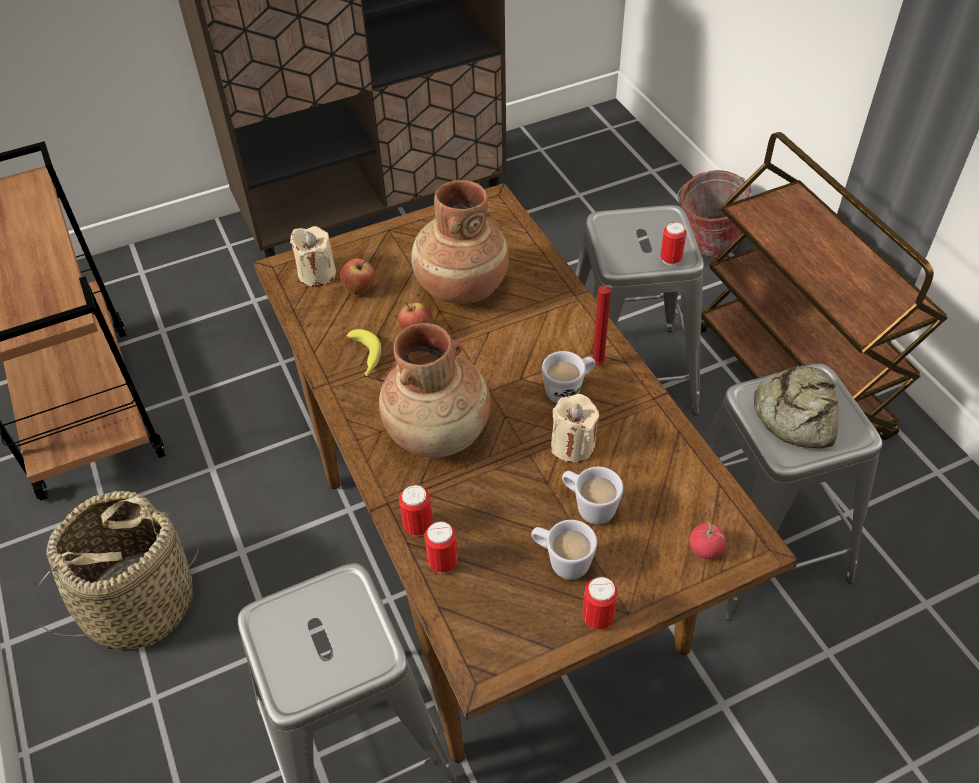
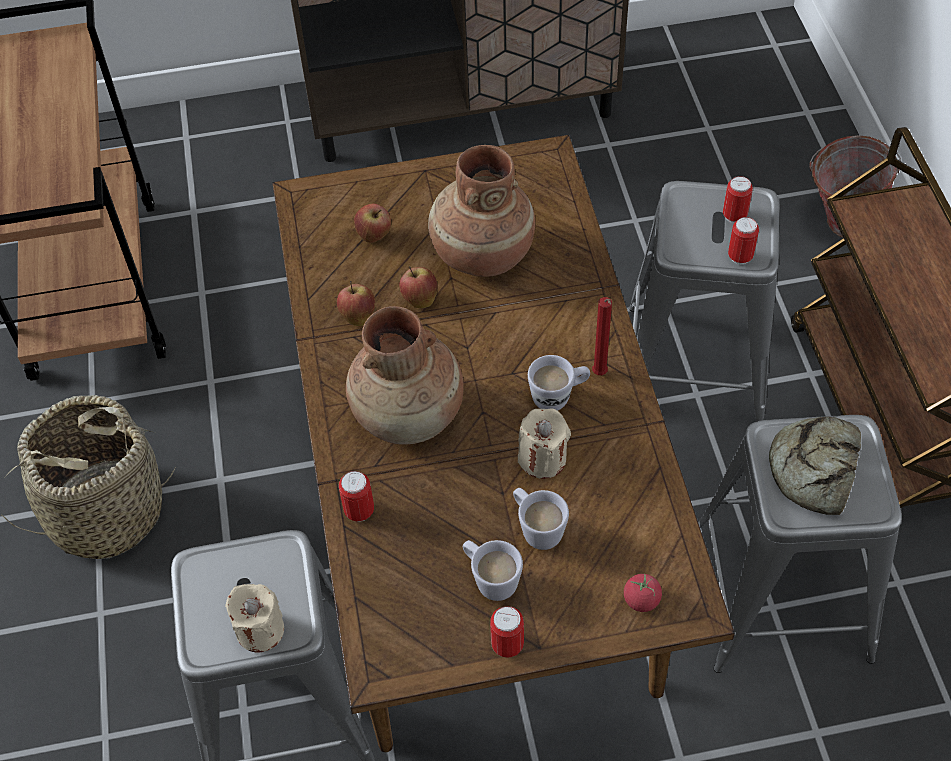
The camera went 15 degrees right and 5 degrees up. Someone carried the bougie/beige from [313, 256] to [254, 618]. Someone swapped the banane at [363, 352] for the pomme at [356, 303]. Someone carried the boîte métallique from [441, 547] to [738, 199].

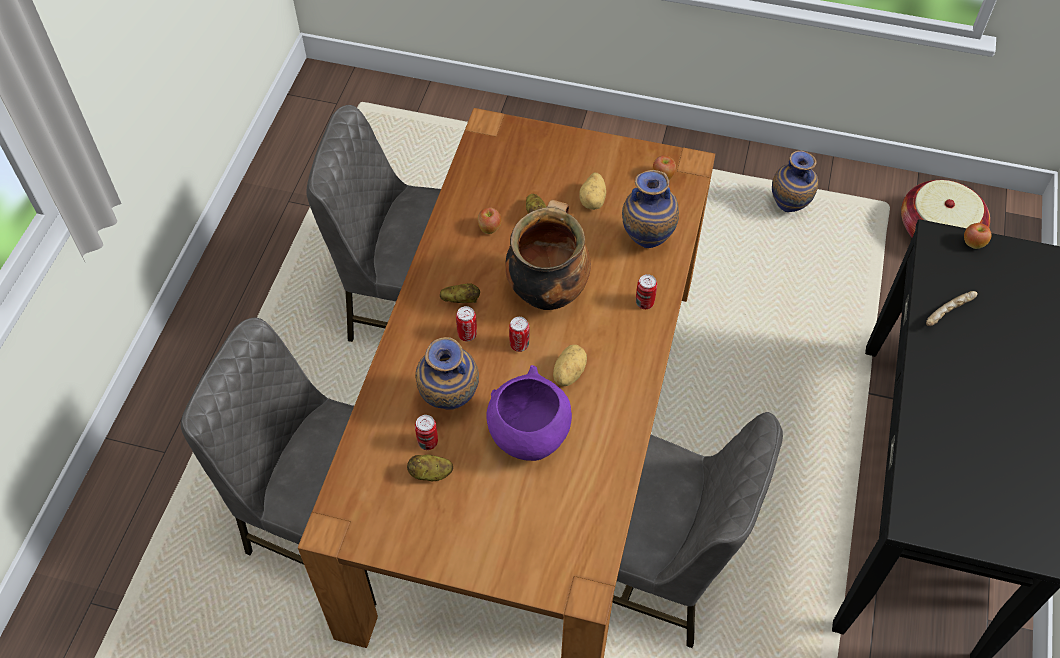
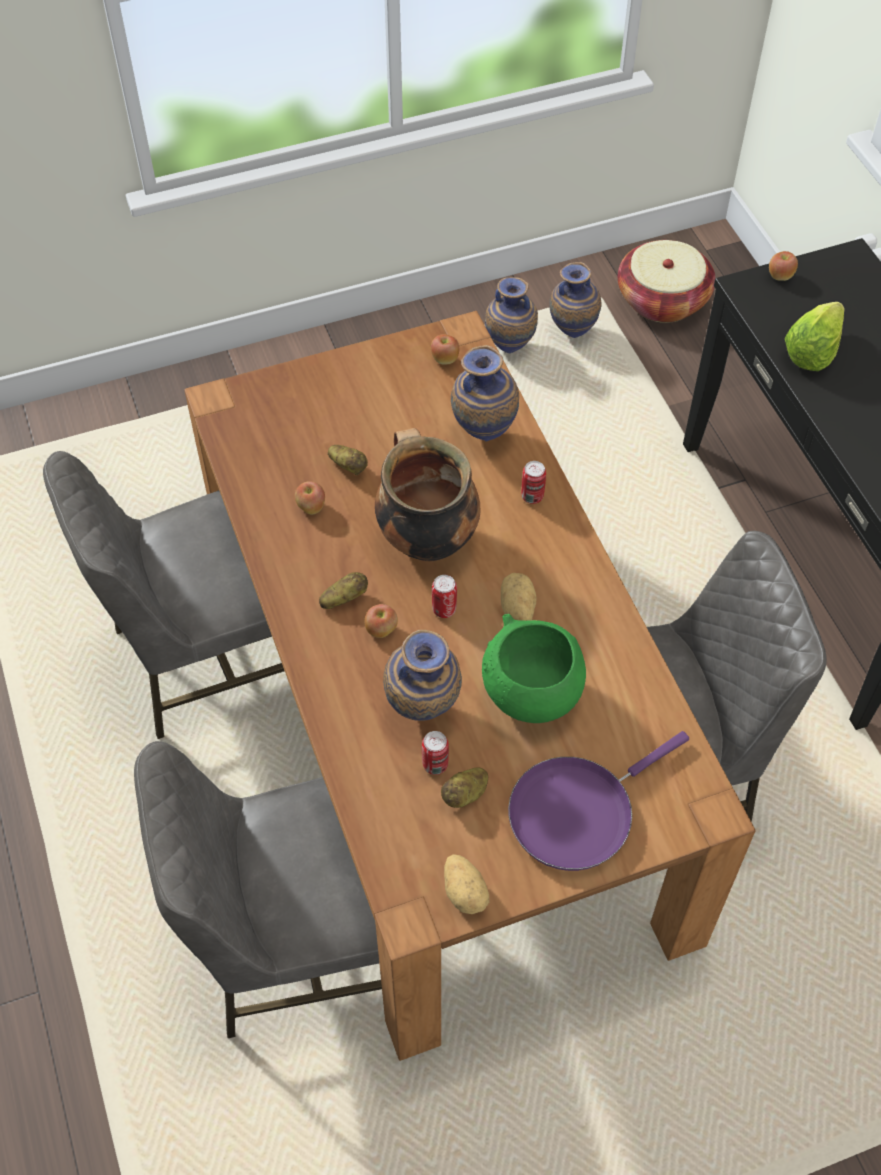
The camera went 35 degrees left and 0 degrees up. Someone carried the pomme de terre from [593, 191] to [466, 884]. Someone swapped the pain at [951, 308] for the laitue at [815, 336]. Someone swapped the boîte métallique at [466, 323] for the pomme at [381, 621]. Someone repainted the bol/violet at [529, 413], which became the bol/vert at [534, 668]. Someone put down the vase at [575, 300]. Someone put down the poêle/violet at [598, 801].

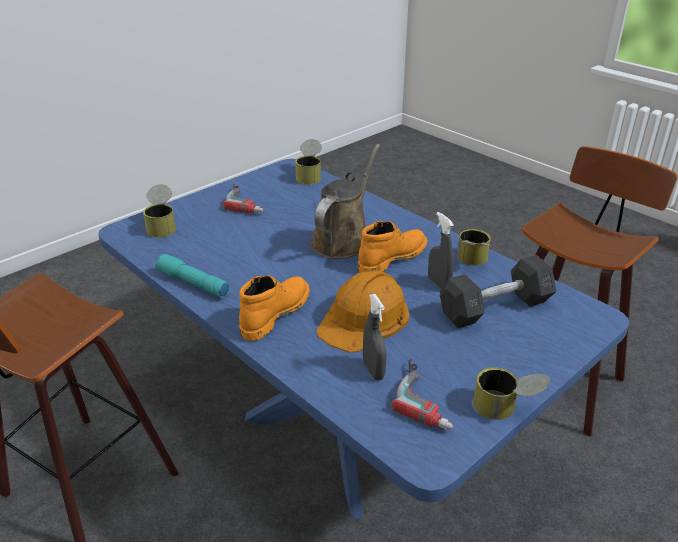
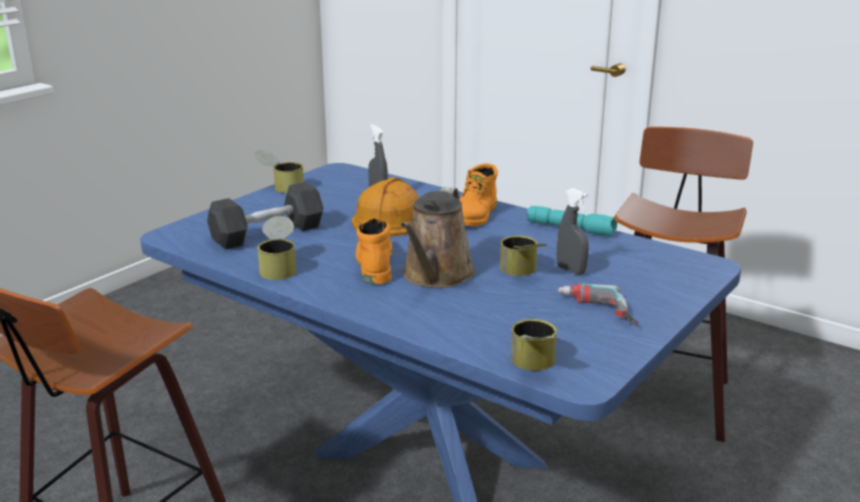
The camera went 170 degrees right and 10 degrees down. Someone carried the boîte métallique from [159, 211] to [523, 255]. Someone carried the vaporisateur/gris from [441, 250] to [573, 231]. Someone rotated the botte/orange at [392, 247] by 135 degrees clockwise. Someone took away the perceuse at [422, 394].

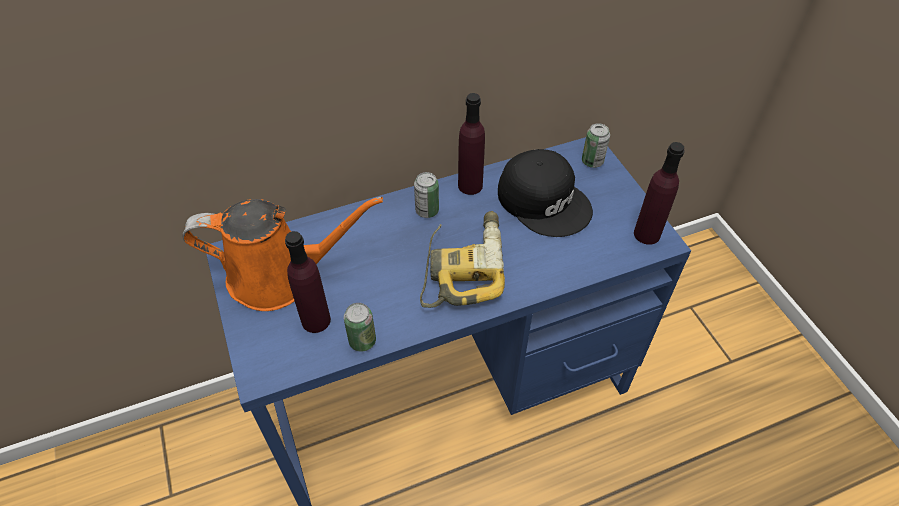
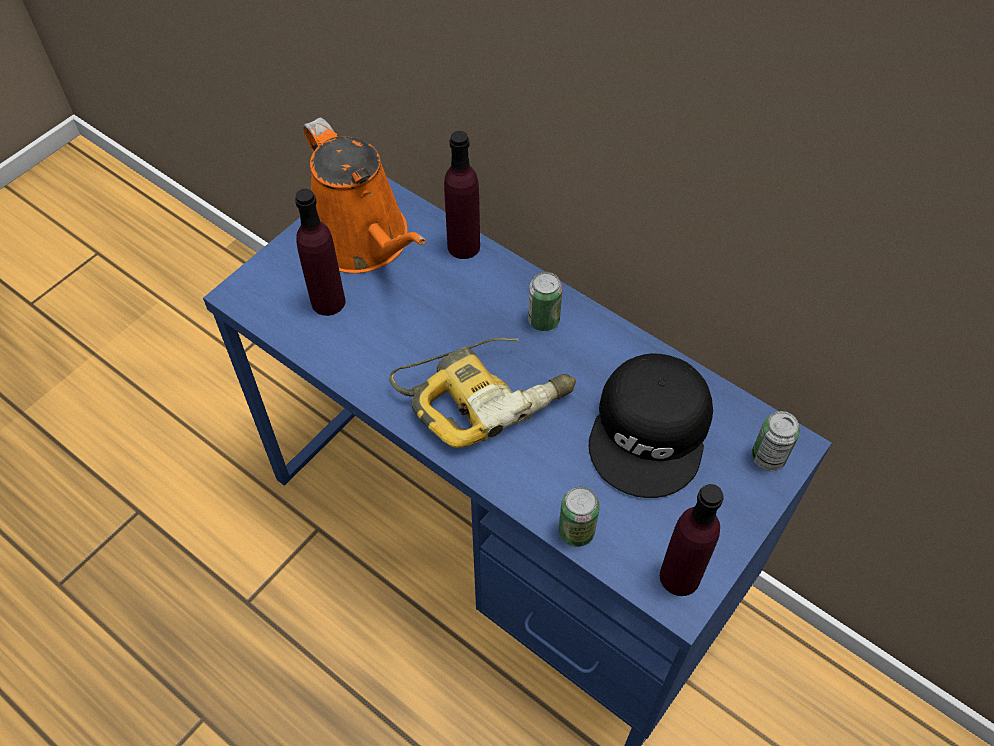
The camera went 60 degrees right and 5 degrees up. Someone carried the bouteille/violet from [471, 144] to [462, 195]. Someone carried the boîte métallique from [360, 327] to [579, 516].

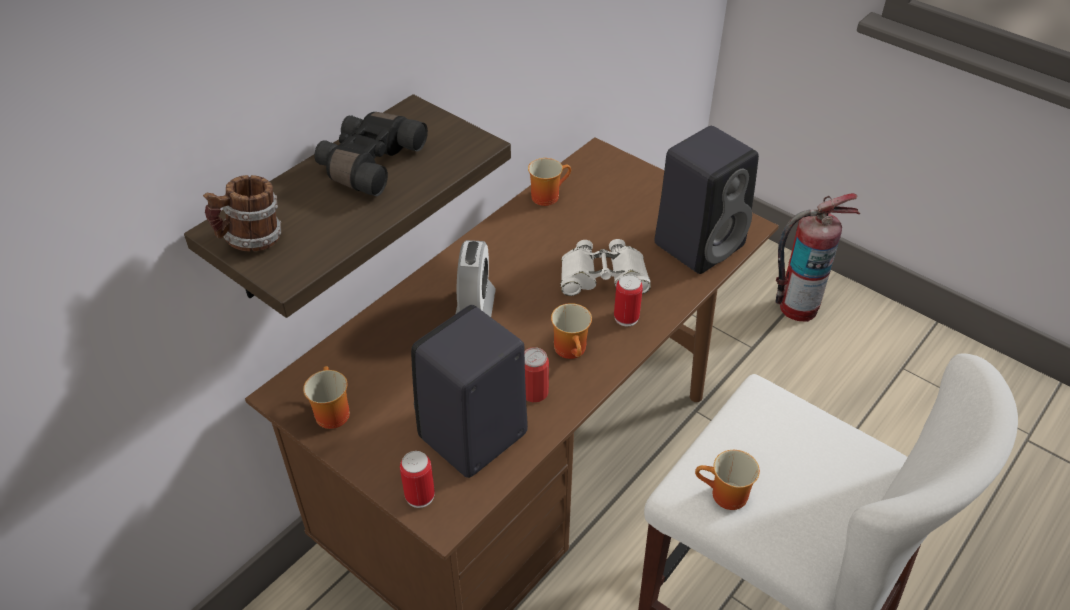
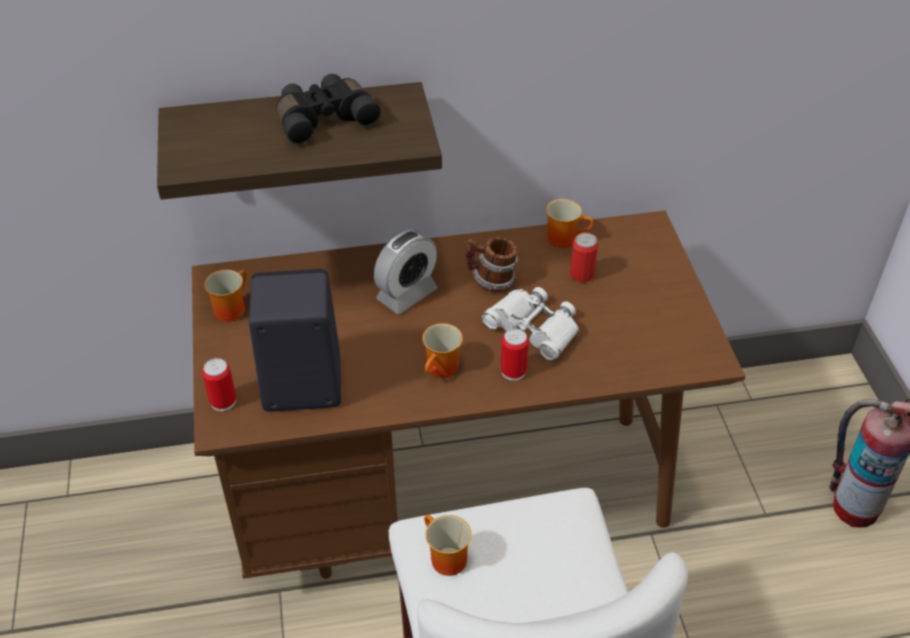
The camera went 40 degrees right and 0 degrees up. Someone took away the enceinte/noir at [707, 200]. Someone carried the mug from [242, 213] to [492, 264]. Someone carried the boîte métallique from [537, 374] to [584, 257].

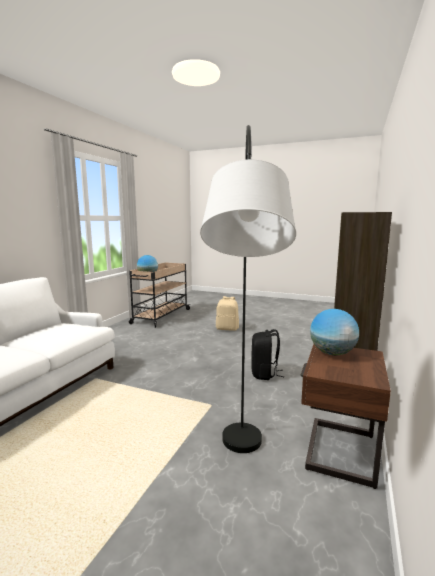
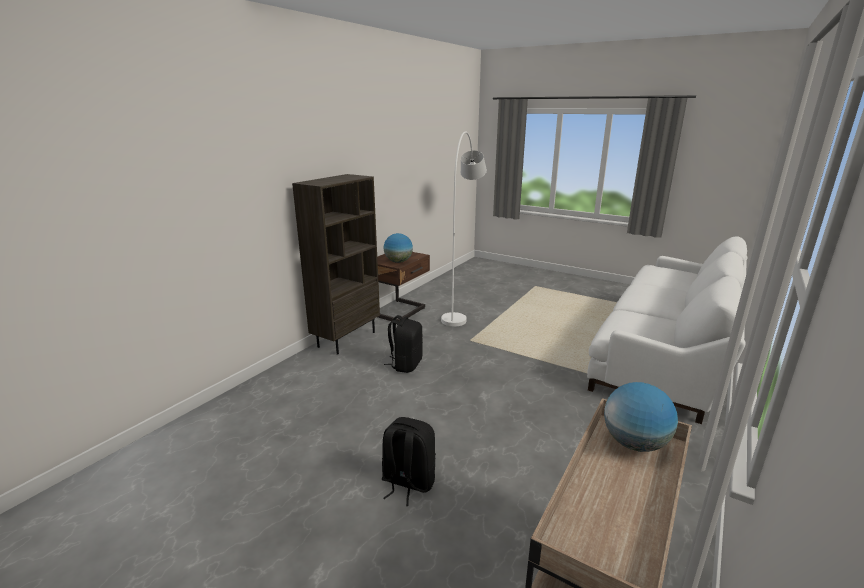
The camera went 170 degrees left and 10 degrees up. Someone repainted the lampadaire/noir at [248, 289], which became the lampadaire/blanc at [464, 229]. Someone repainted the sac à dos/beige at [227, 313], which became the sac à dos/noir at [409, 461].

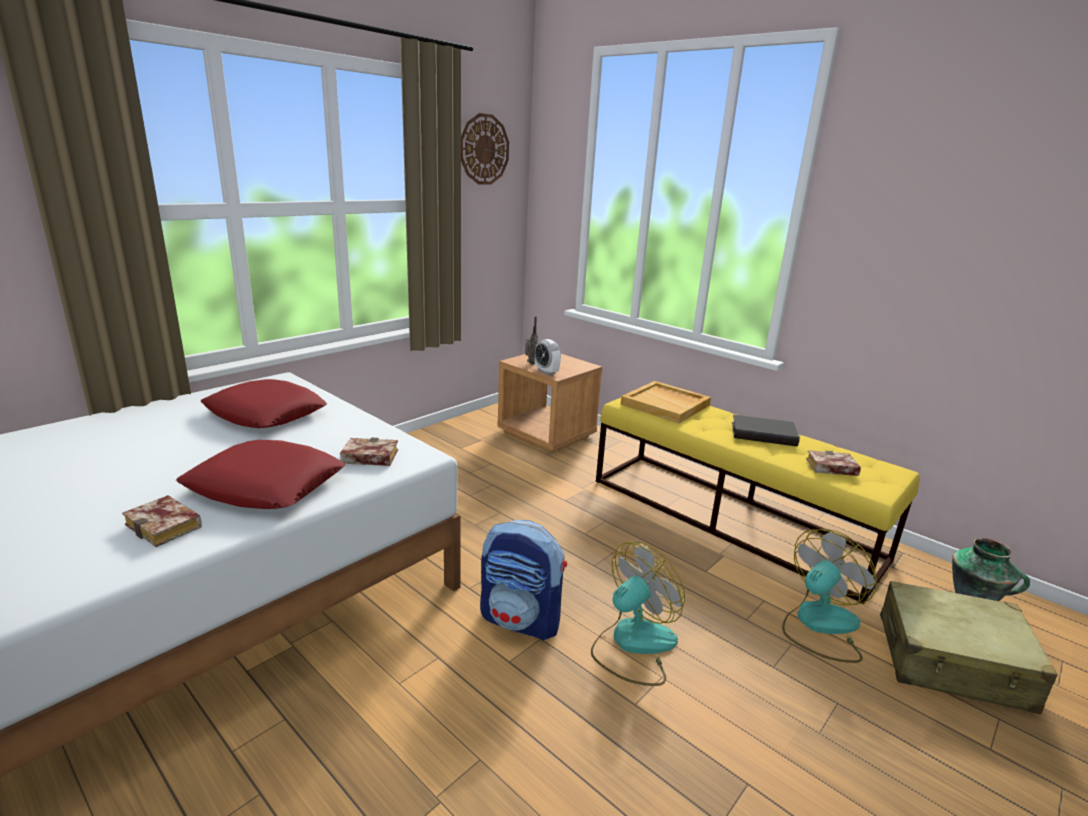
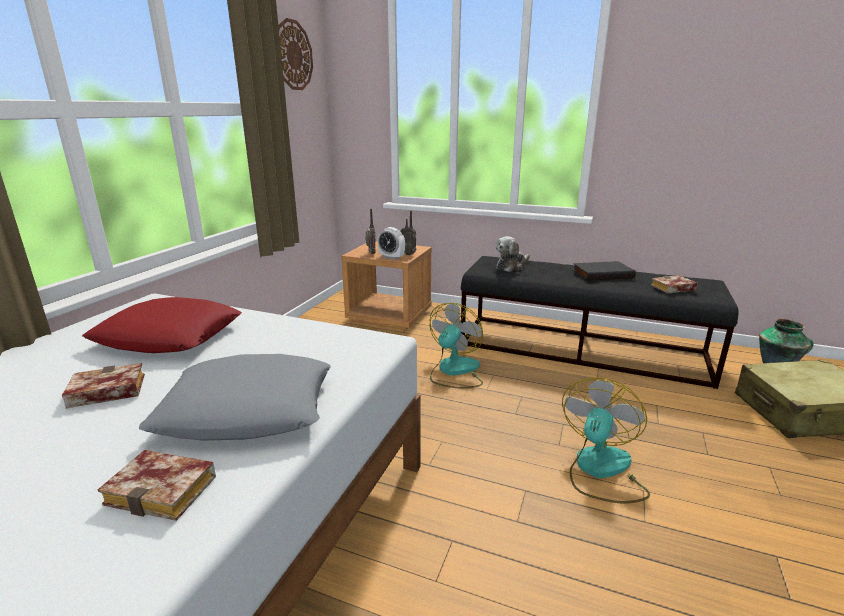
The camera went 20 degrees left and 0 degrees up. Someone swapped the plateau/beige at [666, 402] for the peluche at [513, 254]. Someone repainted the banc/jaune at [758, 501], which became the banc/noir at [600, 322]. Someone carried the livre from [369, 452] to [103, 385]. Someone repainted the coussin/rouge at [260, 474], which became the coussin/gris at [235, 397]. Someone took away the sac à dos at [523, 580]. Someone carried the ventilateur from [829, 596] to [456, 345]. Someone put down the radio at [408, 233].

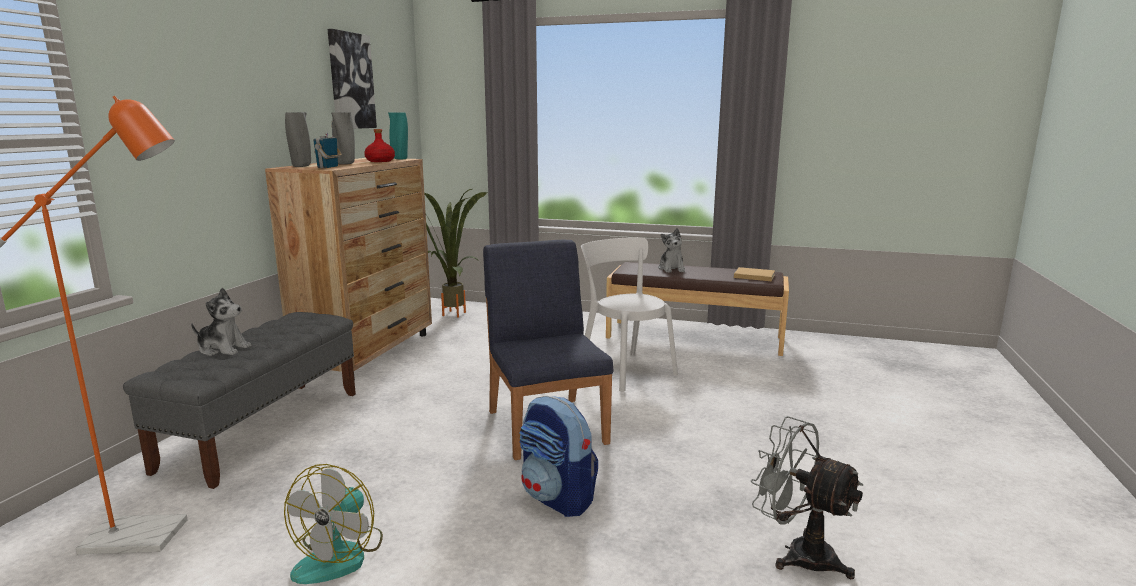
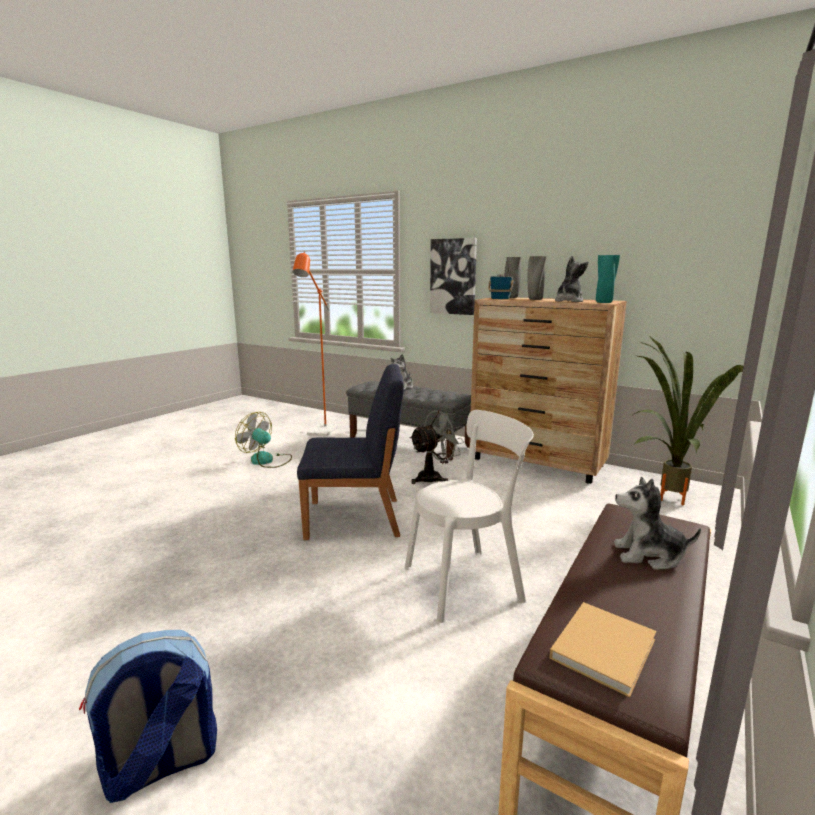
The camera went 105 degrees right and 0 degrees up. Someone carried the tableau from [352, 79] to [453, 276]. Someone swapped the bouteille/rouge at [379, 145] for the peluche at [571, 279]. Someone carried the sac à dos from [559, 456] to [148, 716]. Someone carried the ventilateur/gris from [807, 497] to [437, 446].

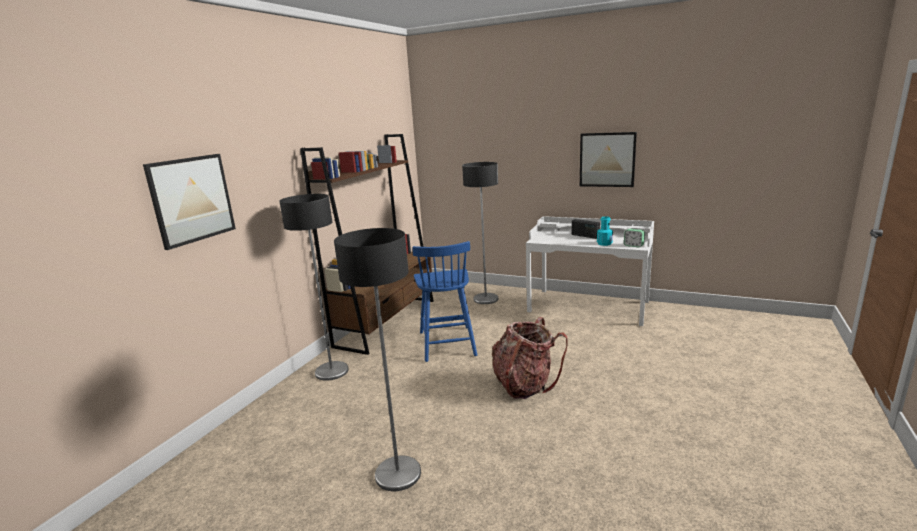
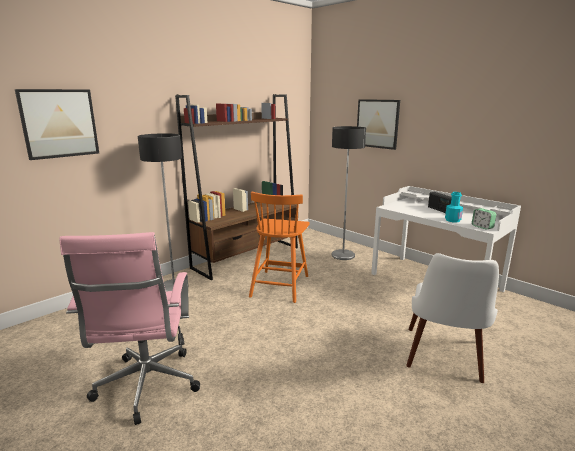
The camera went 20 degrees right and 0 degrees up. Someone carried the tableau from [608, 159] to [378, 124]. Someone swapped the lampadaire at [377, 359] for the chaise de bureau/rose at [129, 328]. Someone repainted the chaise/bleu at [444, 301], which became the chaise/orange at [279, 247]. Someone took away the sac à dos at [529, 358]. Someone put down the chaise/blanc at [452, 318].

